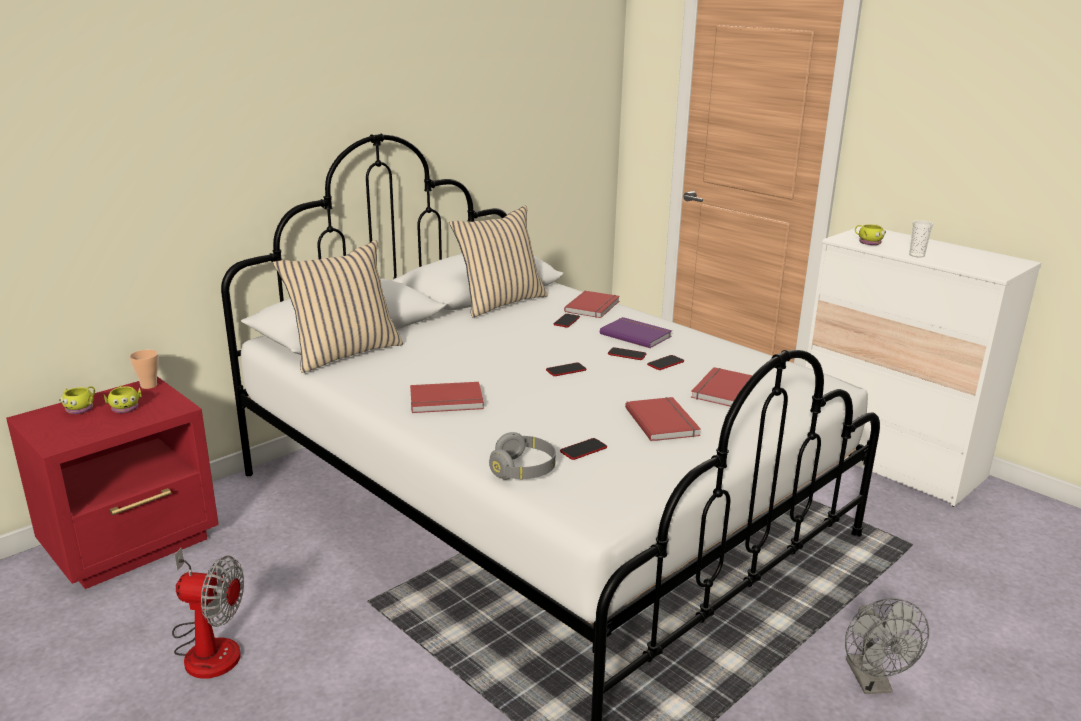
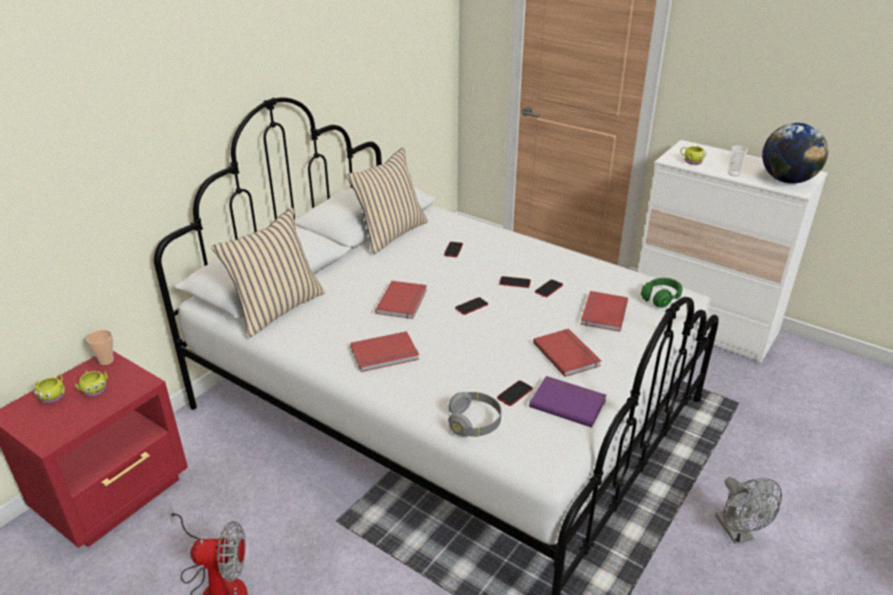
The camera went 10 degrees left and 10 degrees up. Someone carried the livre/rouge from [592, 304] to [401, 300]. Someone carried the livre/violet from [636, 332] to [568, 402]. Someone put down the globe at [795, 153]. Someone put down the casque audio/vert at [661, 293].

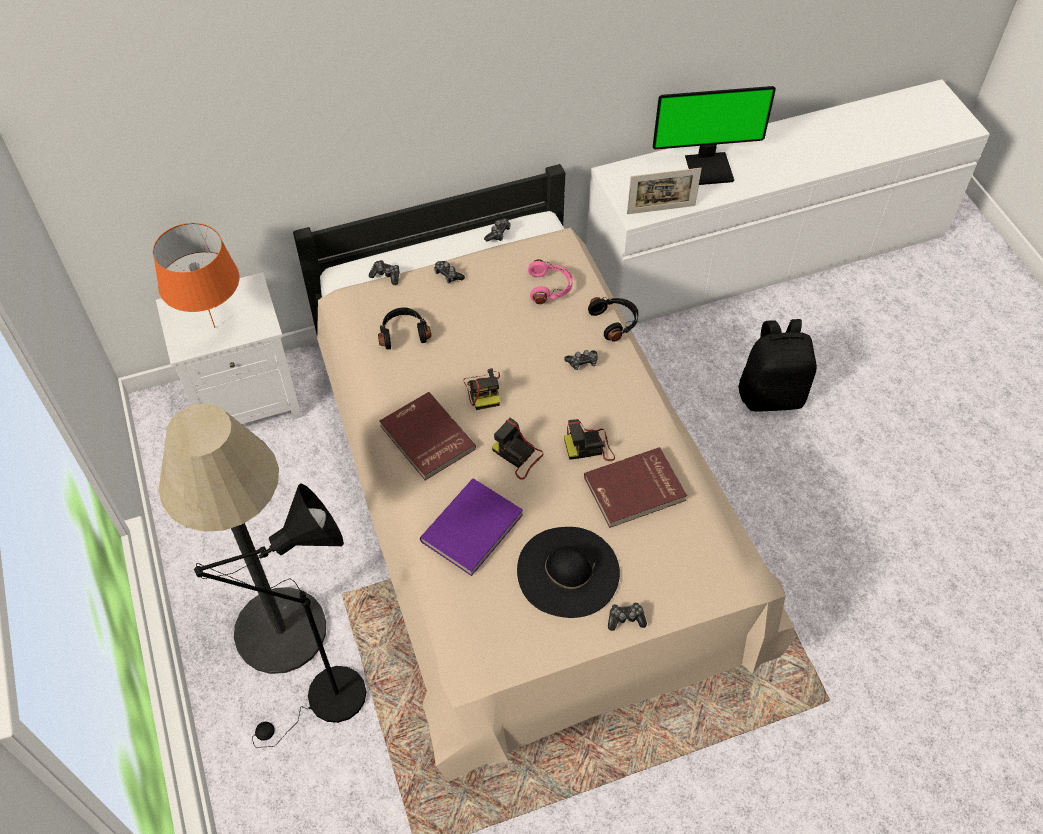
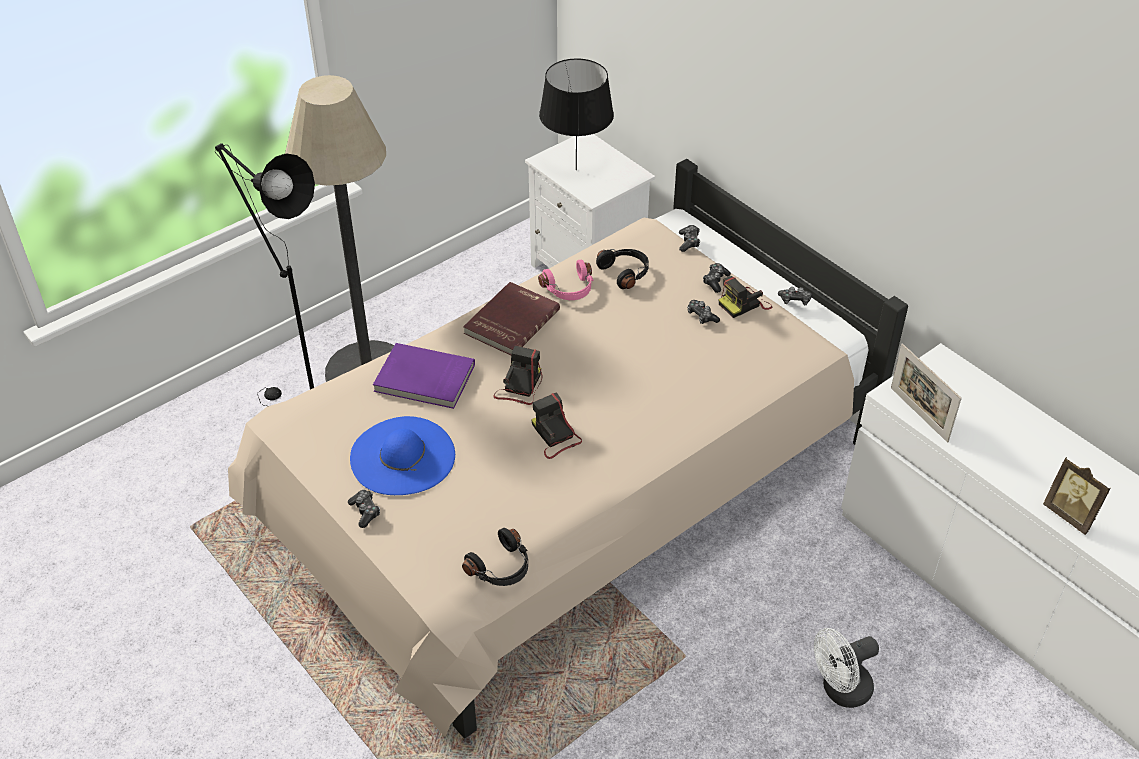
The camera went 70 degrees right and 10 degrees down. Someone took away the écran d'ordinateur at [714, 135]. Someone repainted the lampe de table/orange at [196, 275], which became the lampe de table/noir at [576, 114]. Someone carried the casque audio/rose from [550, 281] to [566, 280]. Someone carried the casque audio/noir from [613, 319] to [495, 557]. Someone swapped the sac à dos/noir at [777, 365] for the ventilateur/blanc at [846, 668]. Someone carried the manette from [581, 360] to [703, 312]. Someone carried the appareil photo from [481, 389] to [745, 297]. Someone took away the livre/rouge at [635, 487]. Someone repainted the chapeau/noir at [568, 572], which became the chapeau/bleu at [402, 455]. Someone put down the cadre photo at [1077, 496].

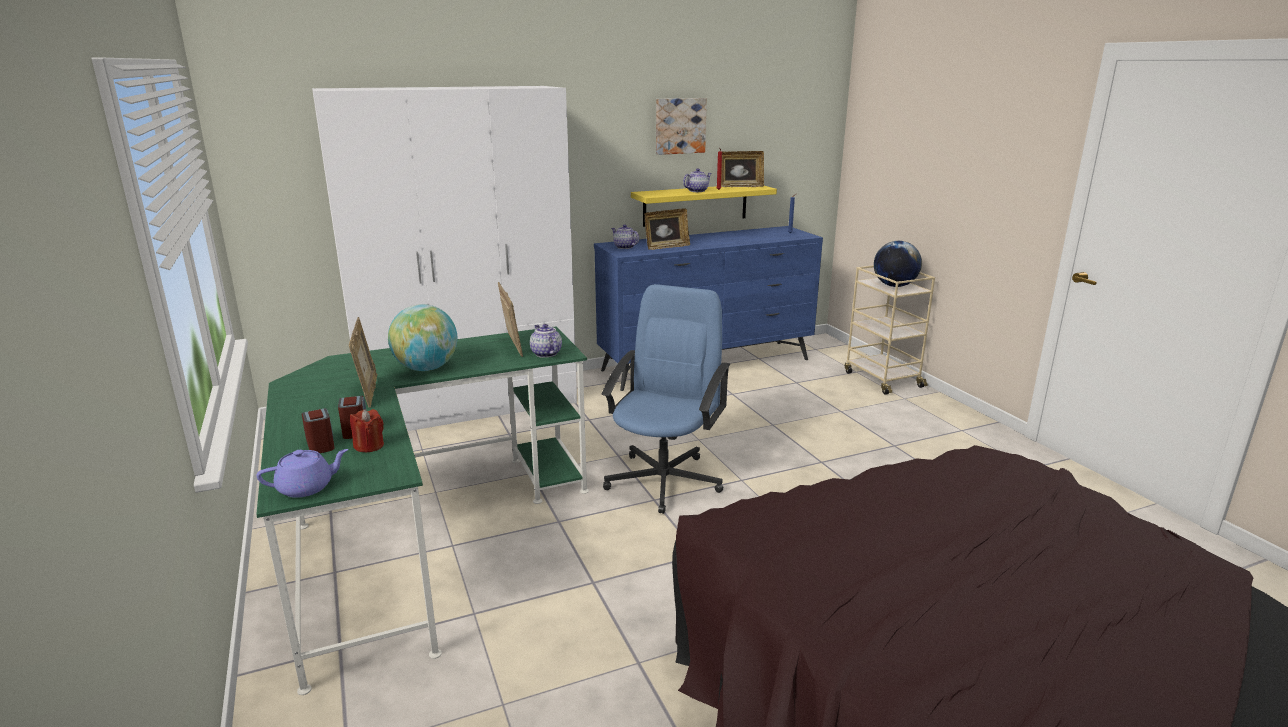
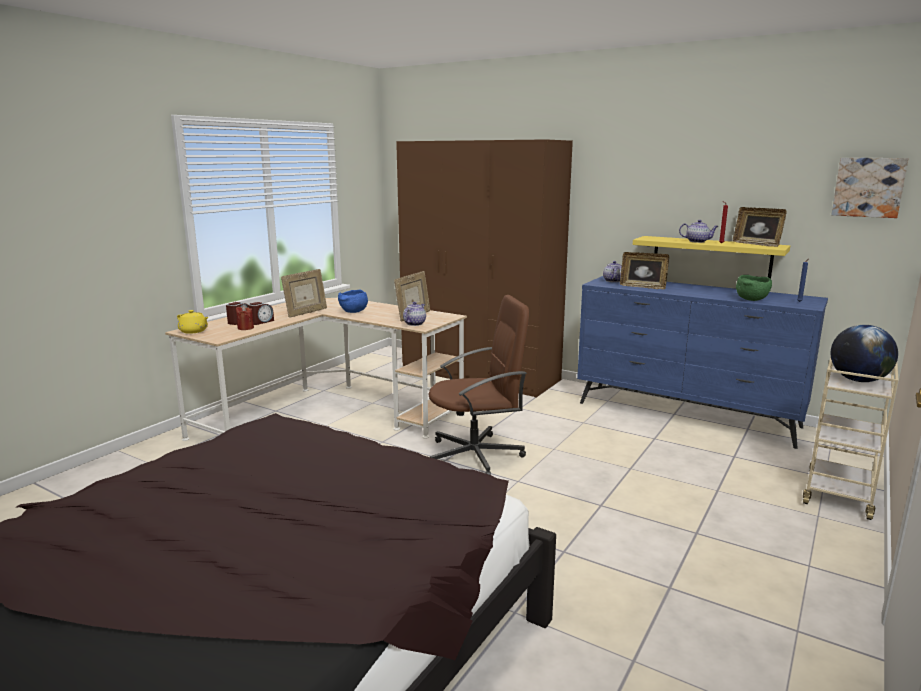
The camera went 55 degrees right and 5 degrees down. Someone repainted the armoire/blanc at [444, 258], which became the armoire/marron at [484, 268]. Someone carried the tableau from [681, 126] to [870, 188]. Someone repainted the chaise de bureau/bleu at [666, 399], which became the chaise de bureau/marron at [478, 385]. Someone swapped the globe at [422, 337] for the bol/bleu at [353, 301]. Someone repainted the bureau/vert at [422, 510], which became the bureau/beige at [316, 369]. Someone repainted the théière/violet at [302, 473], which became the théière/jaune at [193, 322]. Someone put down the bol/vert at [754, 288].

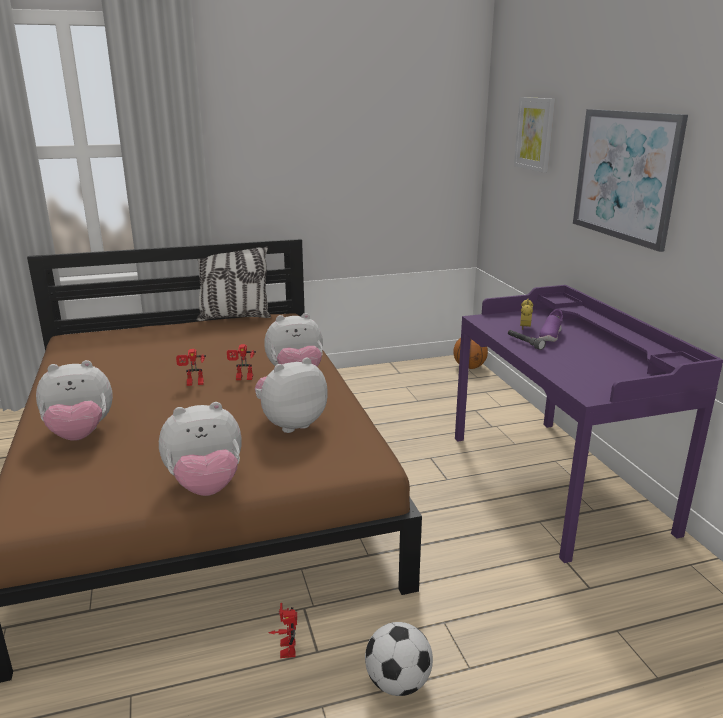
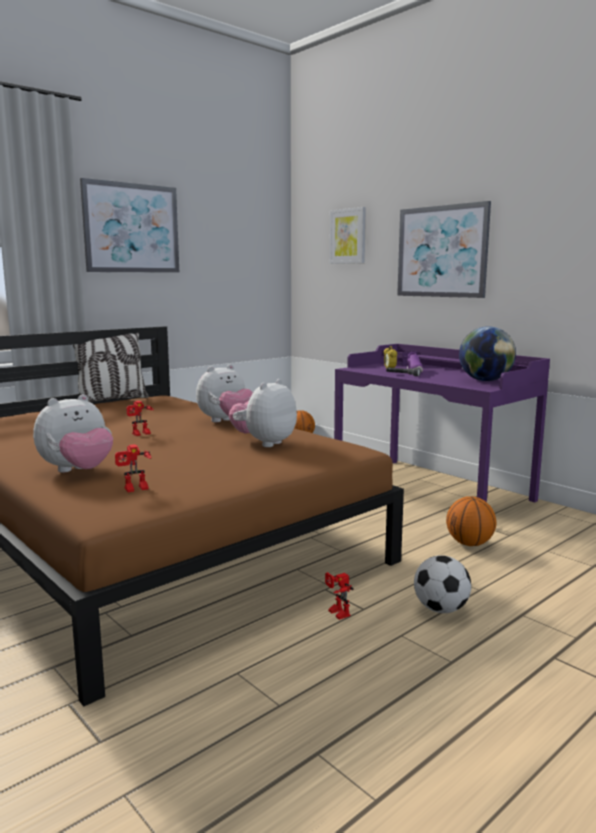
The camera went 25 degrees left and 10 degrees down. Someone carried the robot jouet from [241, 362] to [133, 468]. Someone took away the peluche at [200, 449]. Someone put up the tableau at [129, 225]. Someone put down the globe at [487, 353]. Someone put down the ballon de basket at [471, 521].

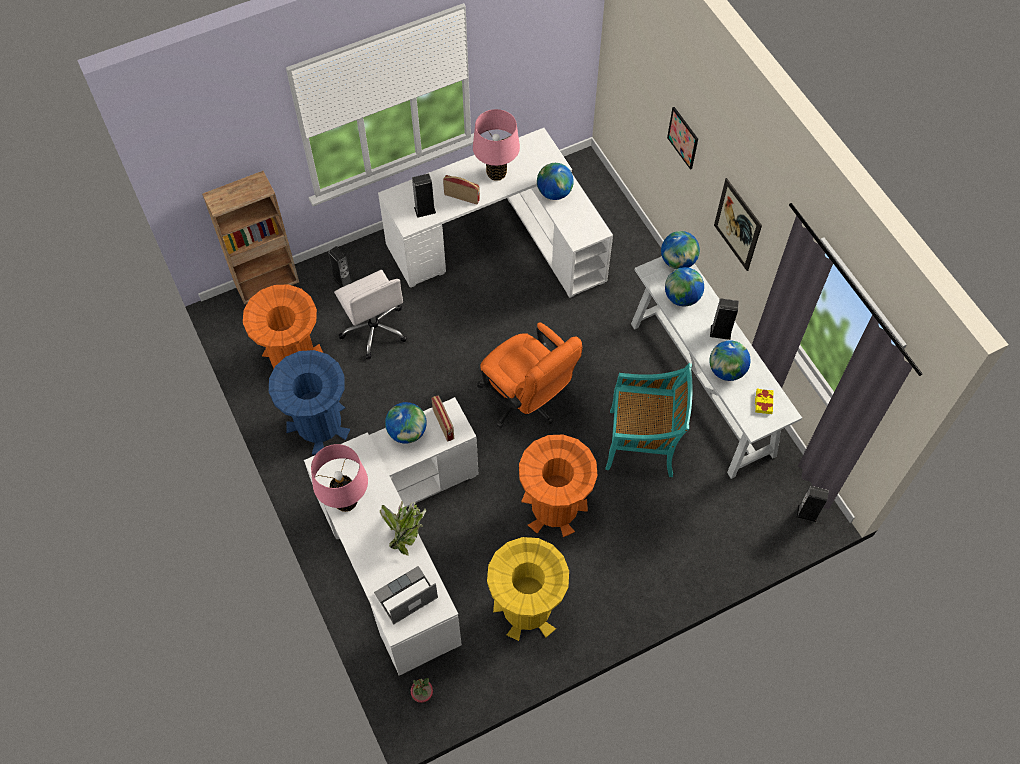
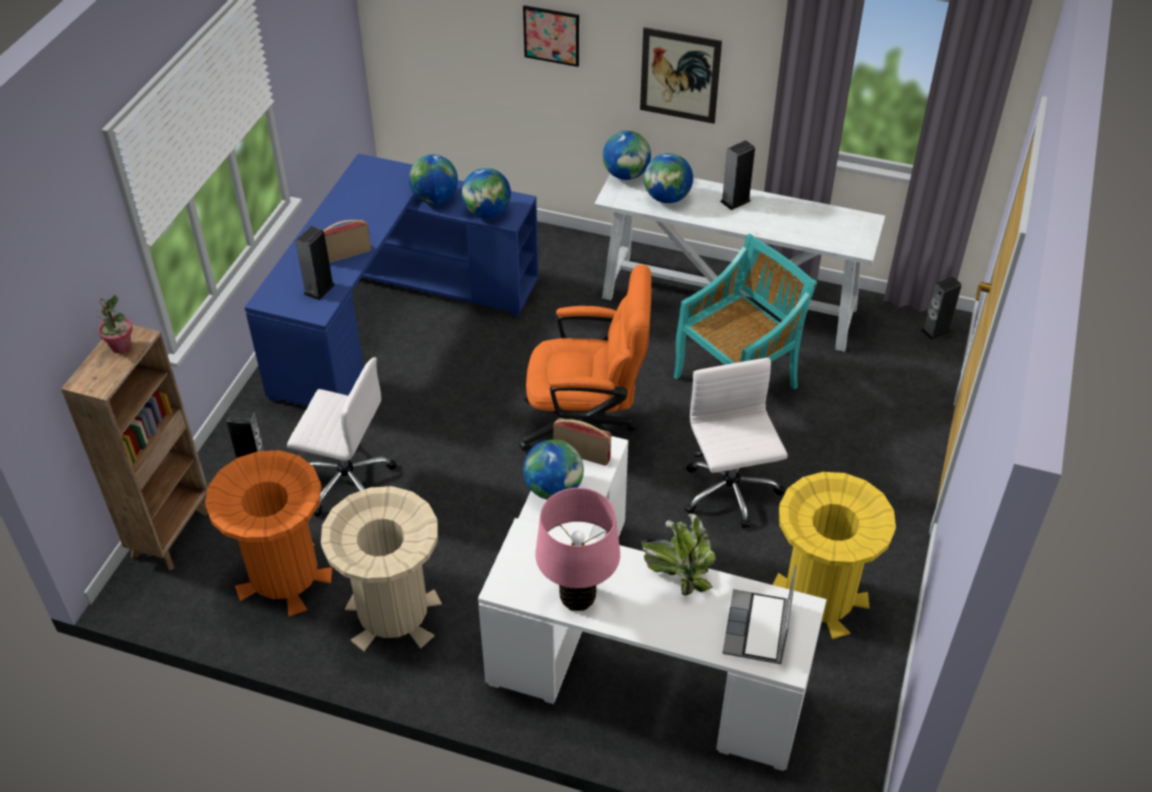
The camera went 45 degrees left and 15 degrees down. Someone took away the lampe de table/rose at [496, 145]. Someone repainted the bureau/blanc at [495, 213], which became the bureau/bleu at [391, 280]. Someone carried the globe from [730, 360] to [486, 193]. Someone repainted the poubelle/bleu at [309, 402], which became the poubelle/beige at [381, 569]. Someone took away the livre/jaune at [764, 401]. Someone swapped the poubelle/orange at [558, 486] for the chaise de bureau/blanc at [736, 443]. Someone carried the plante en pot from [422, 690] to [114, 324].

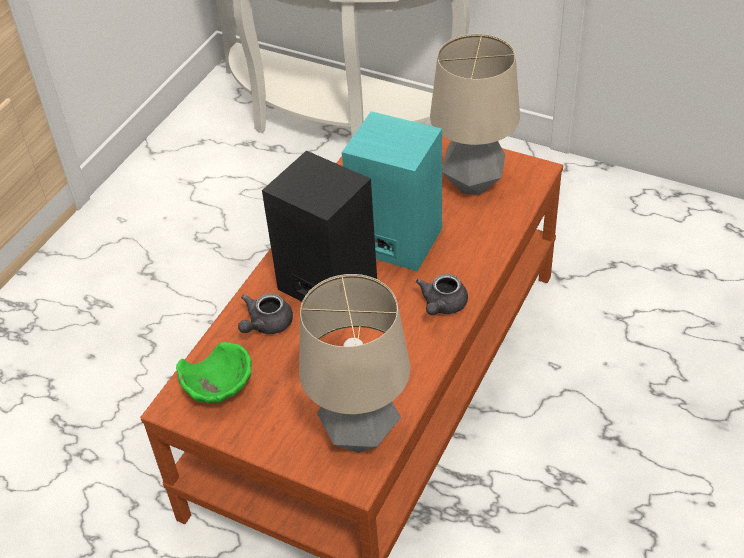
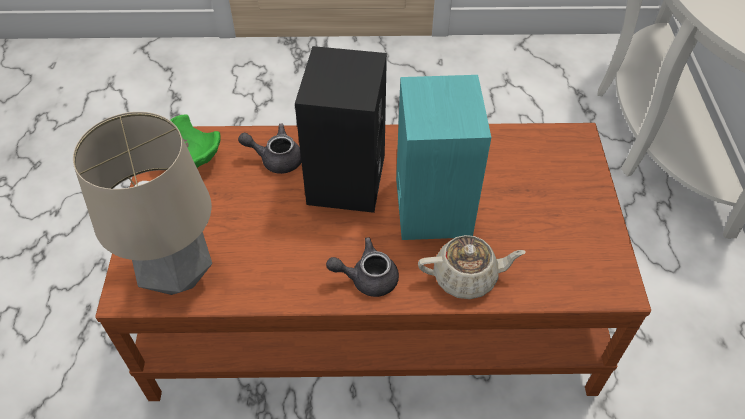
The camera went 60 degrees right and 5 degrees up. Someone took away the lampe de table at [475, 114]. Someone put down the théière/beige at [472, 267].

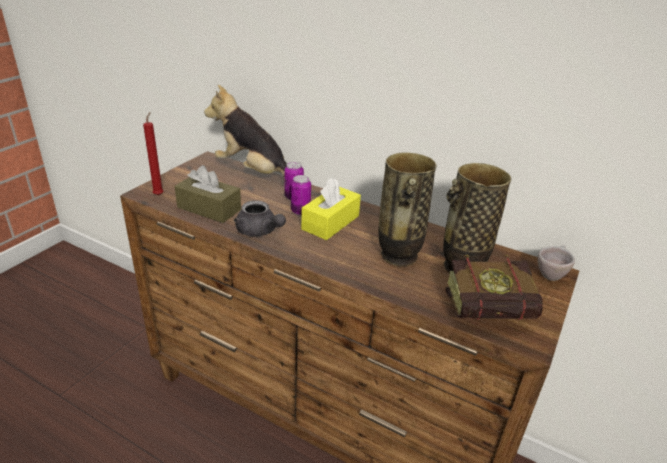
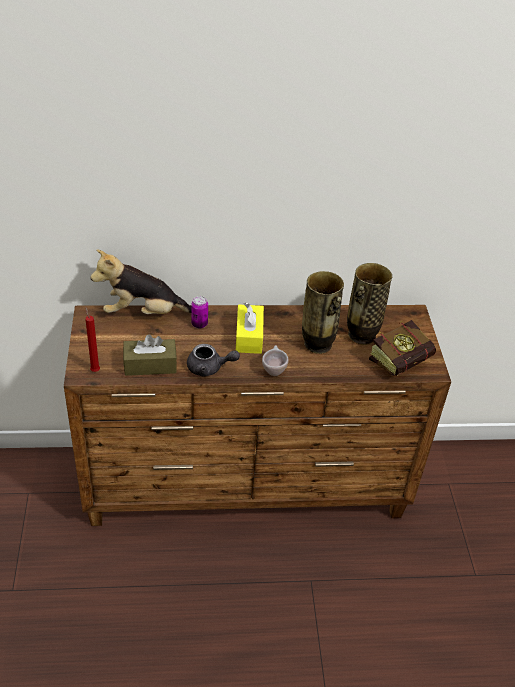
The camera went 35 degrees left and 10 degrees up. Someone took away the boîte métallique at [301, 195]. Someone carried the tasse/beige from [556, 263] to [275, 360].

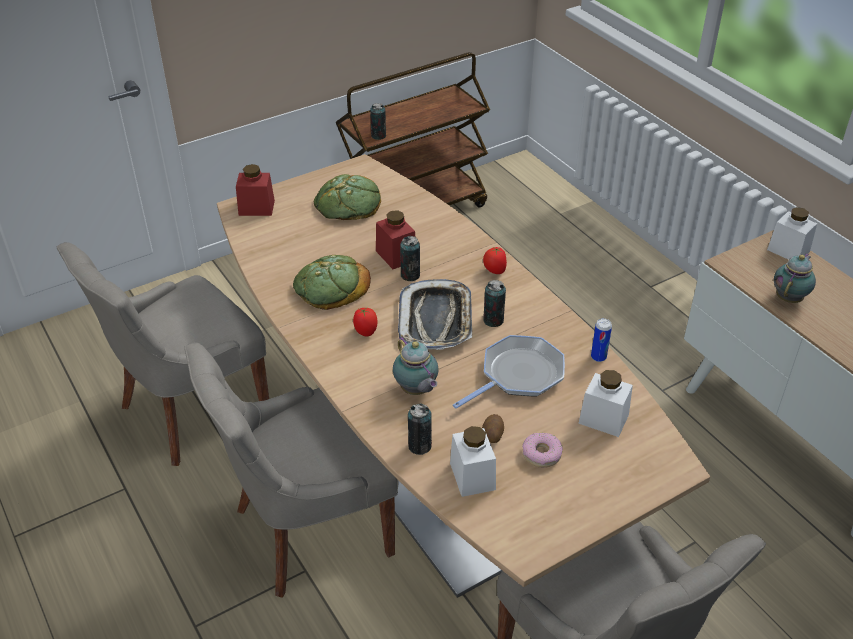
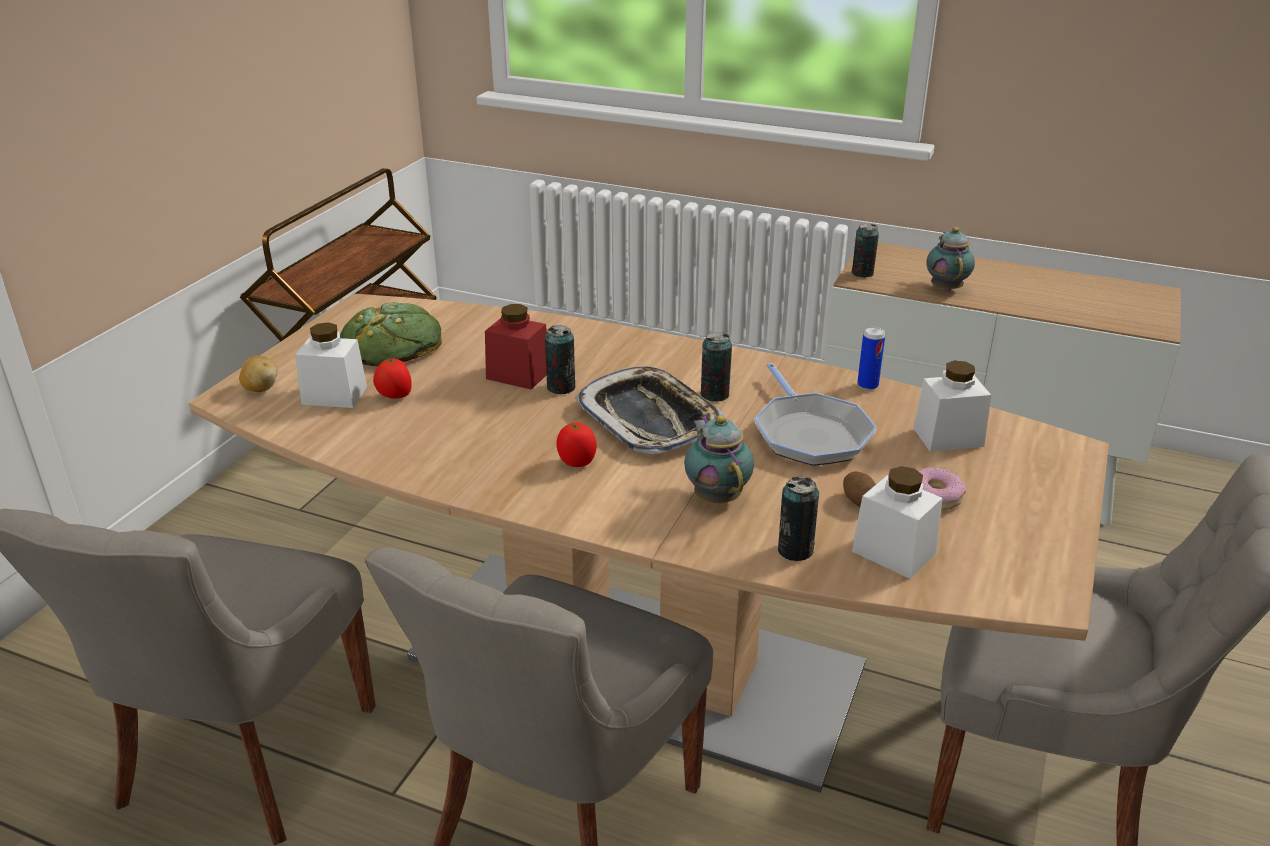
The camera went 35 degrees left and 10 degrees down. Someone carried the boîte métallique from [378, 121] to [865, 250]. Someone swapped the bocal/rouge at [255, 190] for the pomme de terre at [258, 374]. Someone carried the bocal/blanc from [792, 233] to [331, 365]. Someone carried the tomate from [495, 260] to [392, 378]. Someone took away the pain at [332, 282]. Someone rotated the poêle at [509, 372] by 150 degrees clockwise. Someone rotated the théière at [416, 365] by 135 degrees counterclockwise.

